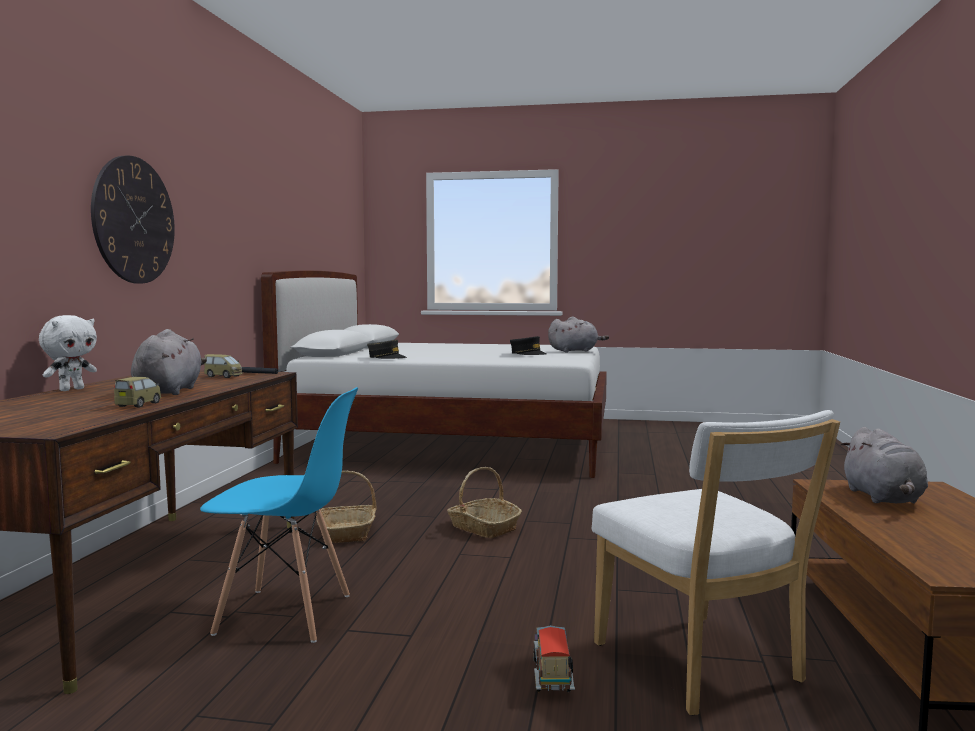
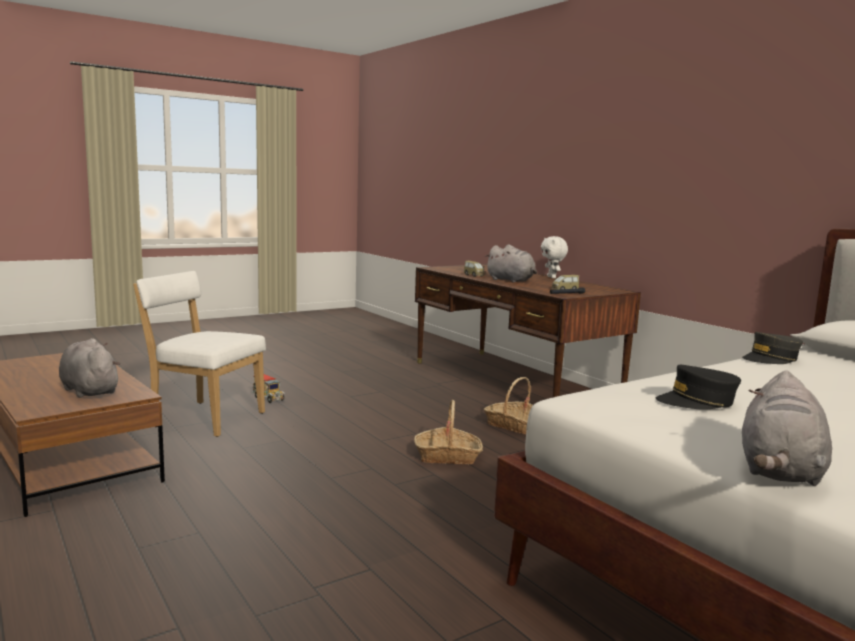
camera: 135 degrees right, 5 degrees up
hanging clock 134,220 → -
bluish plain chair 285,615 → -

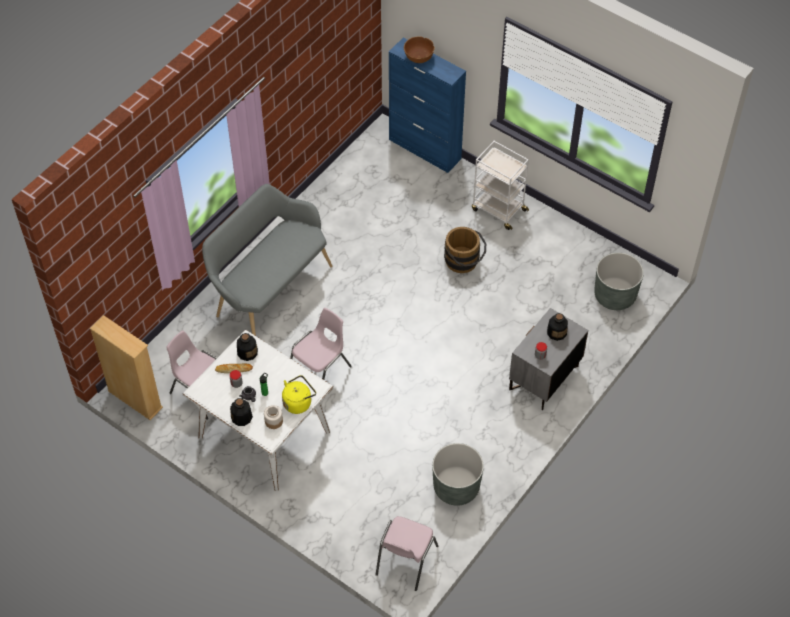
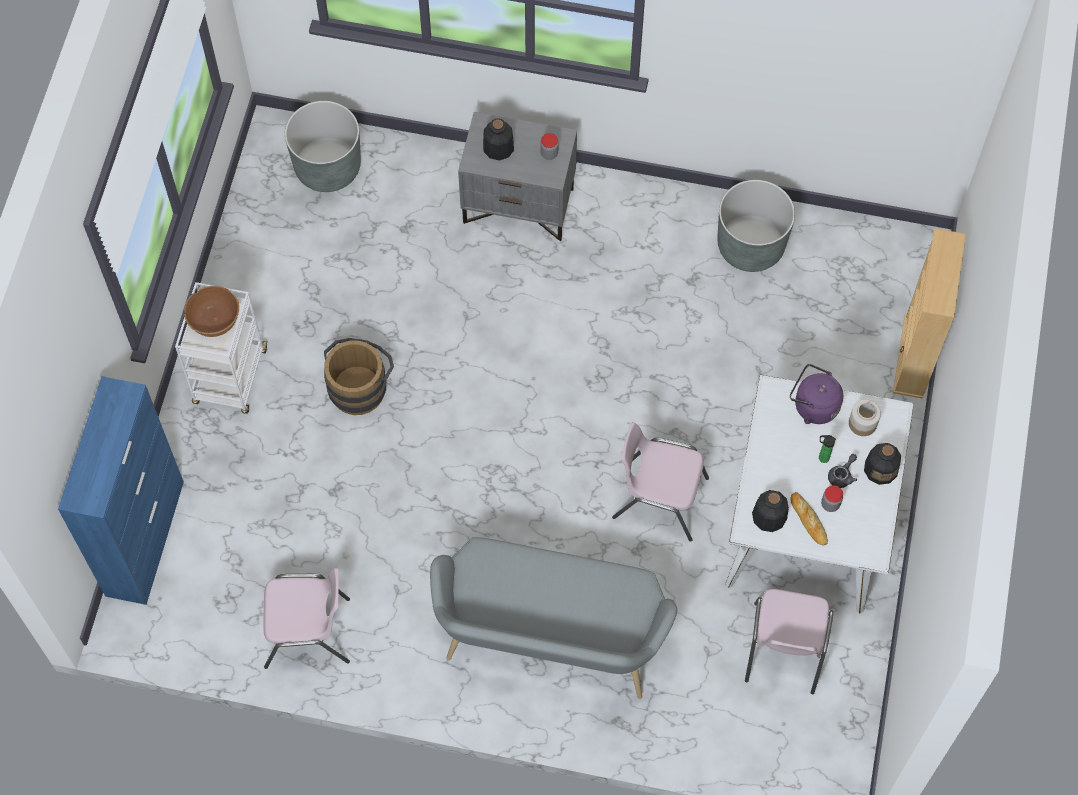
camera: 115 degrees left, 10 degrees up
brown bowl 418,57 → brown bowl 214,321, move
pink-coloured plain chair 405,561 → pink-coloured plain chair 309,632, move
yellow-coloured kettle 298,402 → purple-coloured kettle 813,405
beige shelving unit 135,399 → beige shelving unit 914,356, move

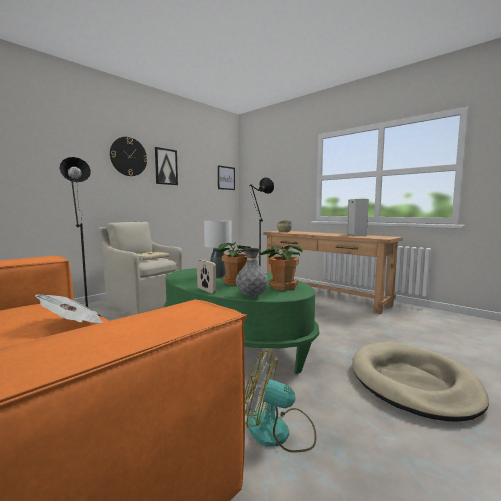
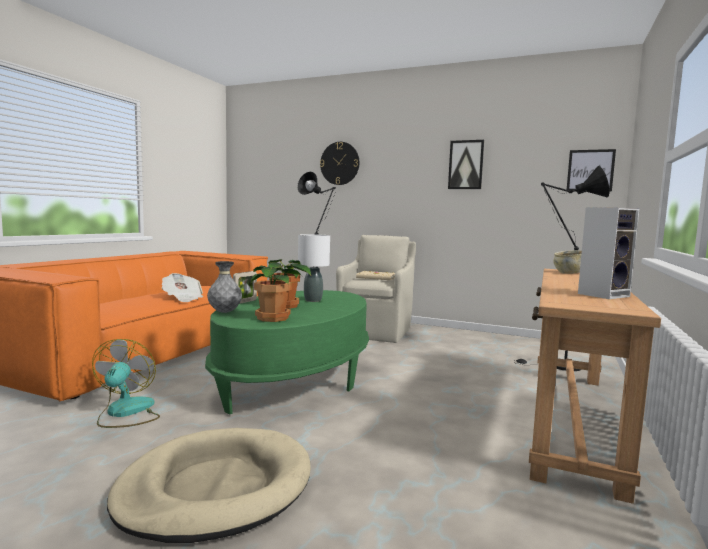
camera: 70 degrees right, 0 degrees up
hanging clock 128,156 → hanging clock 339,163, move

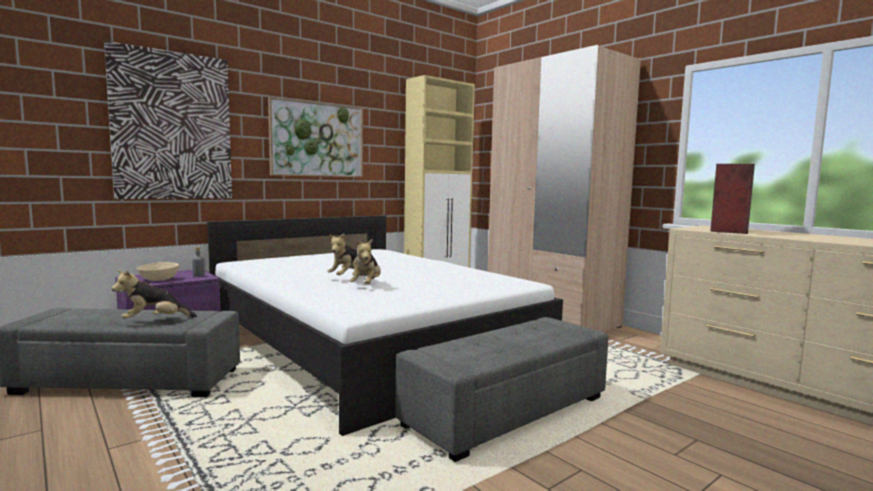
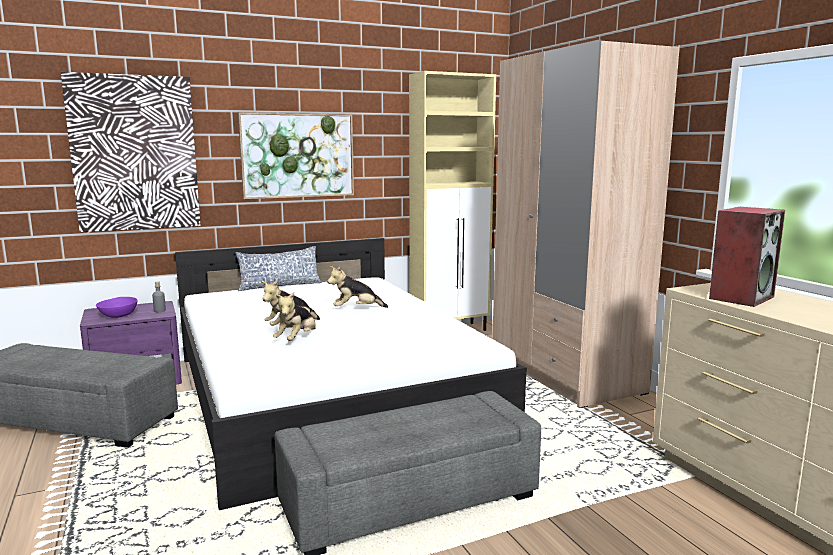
camera: 15 degrees right, 5 degrees up
beige bowl 159,279 → purple-coloured bowl 118,315
- → throw pillow 279,285
plush toy 154,321 → plush toy 356,309, move

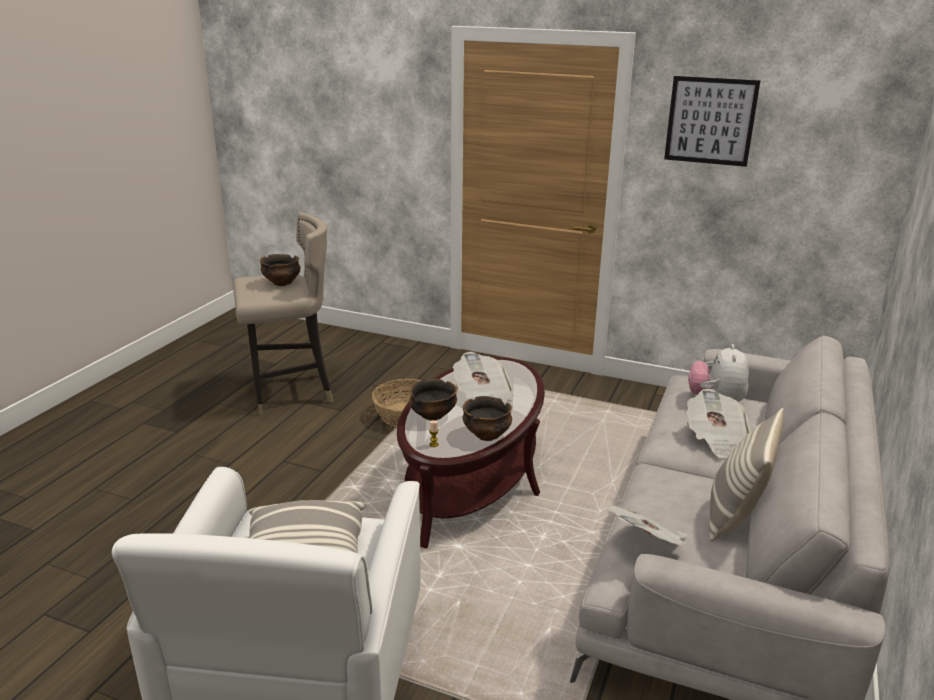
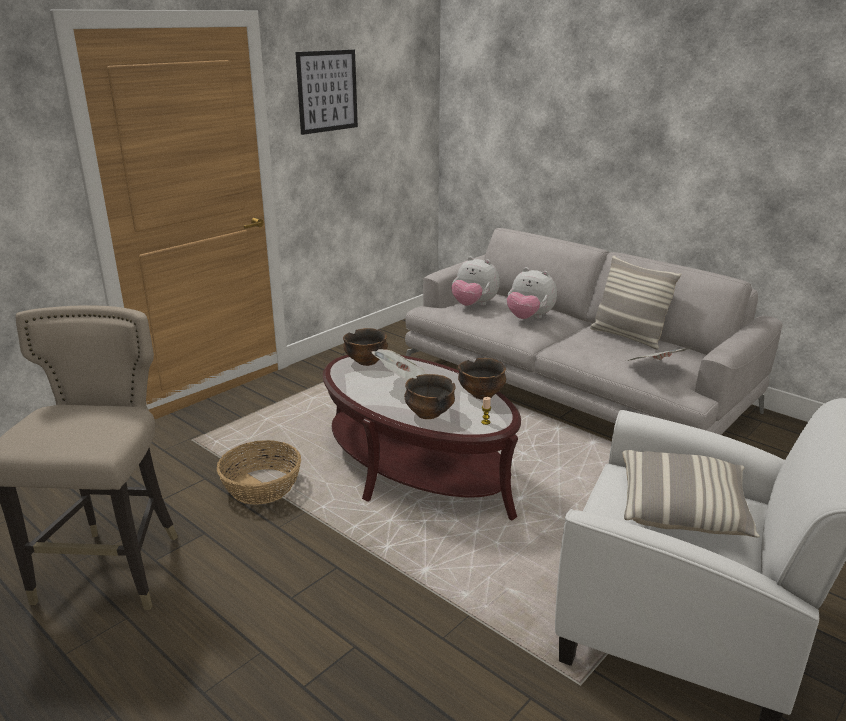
camera: 70 degrees left, 0 degrees up
bowl 282,283 → bowl 366,362, move
newspaper 716,439 → plush toy 529,318

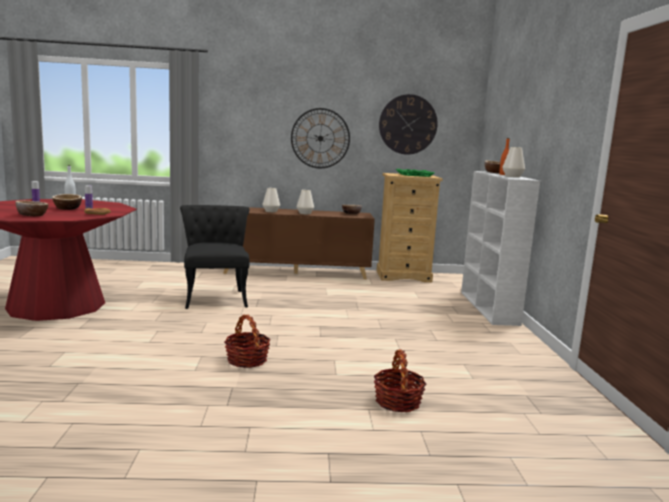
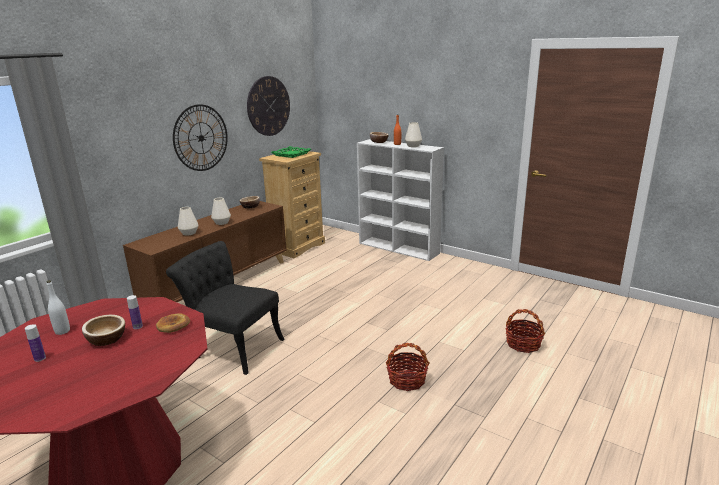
camera: 50 degrees left, 10 degrees up
bowl 32,215 → -

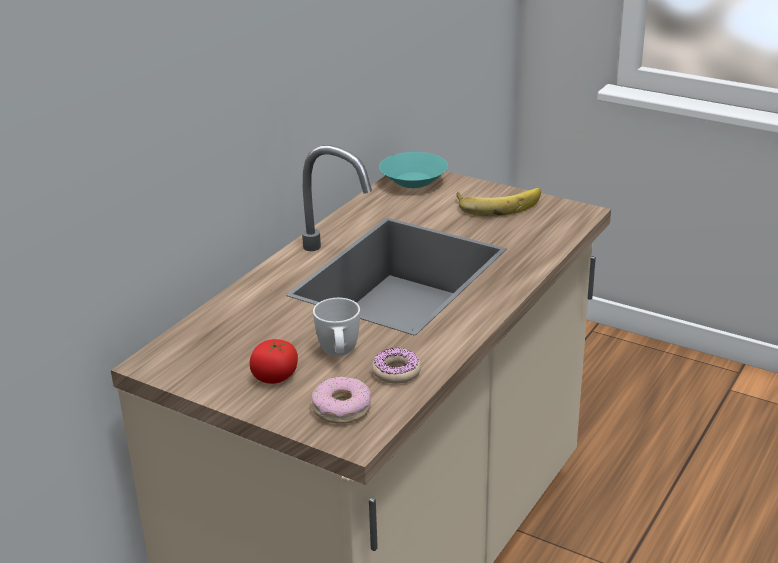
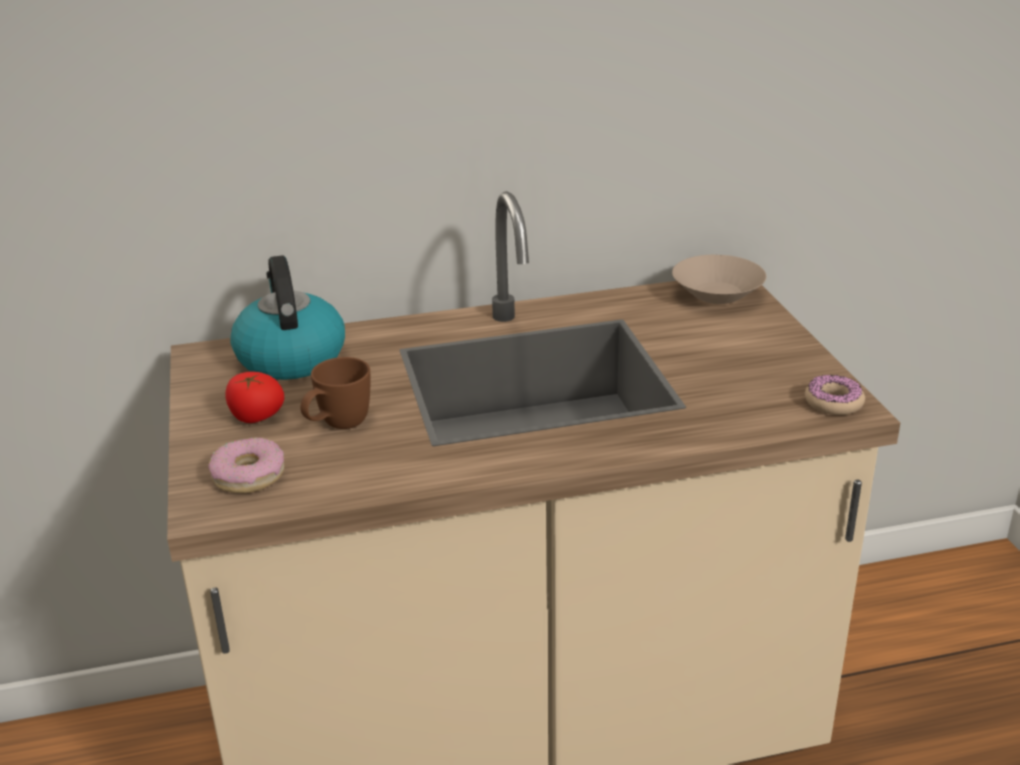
camera: 45 degrees right, 0 degrees up
- → kettle 290,357
white-coloured mug 339,354 → brown mug 337,426
turquoise bowl 413,182 → beige bowl 718,295
donut 396,372 → donut 833,402, move
banana 498,204 → -

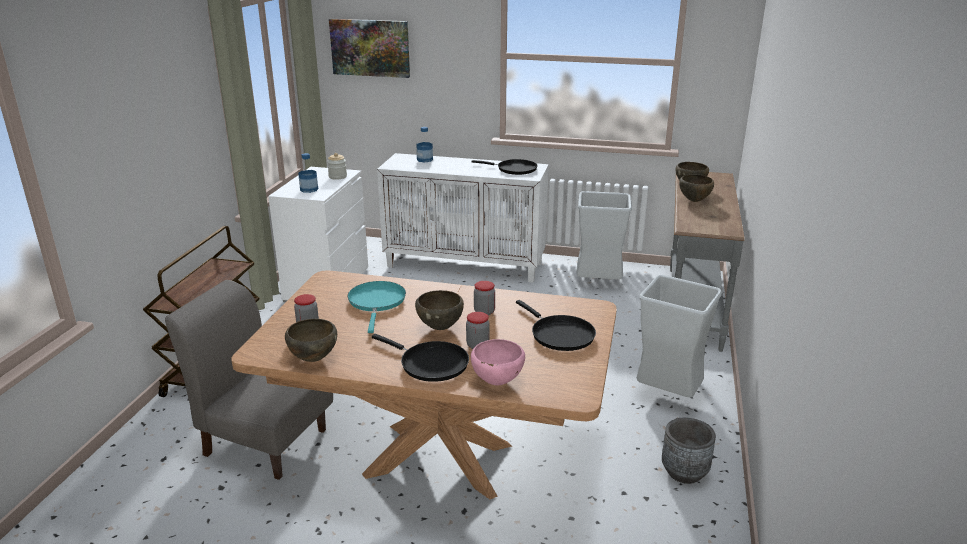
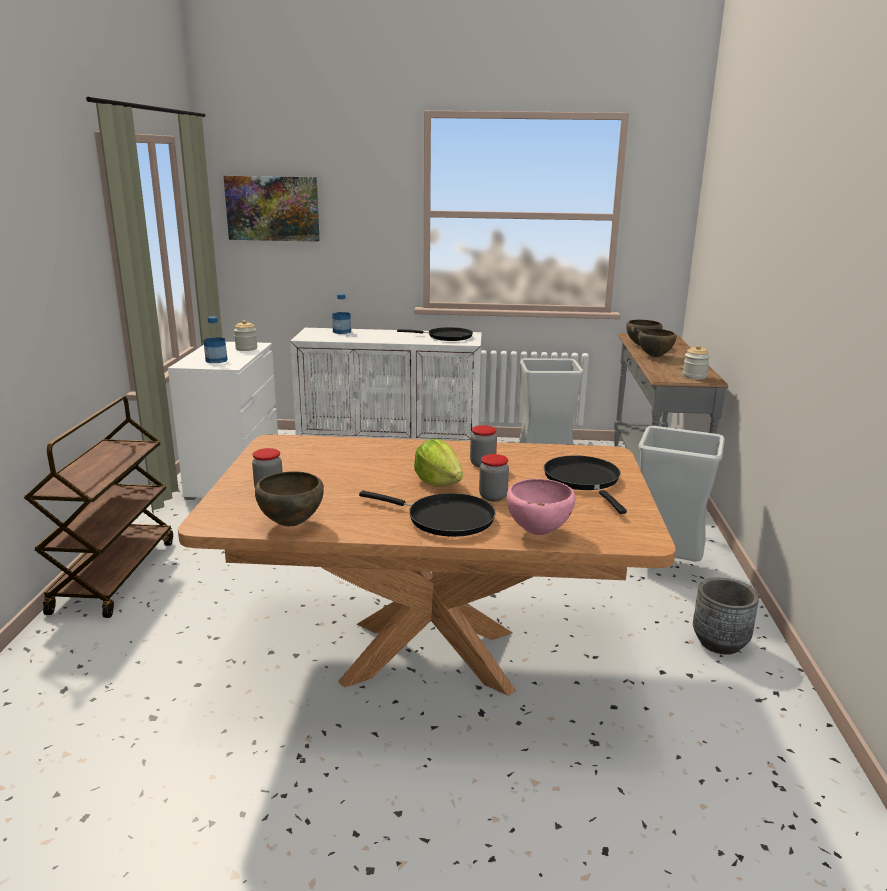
camera: 10 degrees left, 5 degrees down
brown bowl 440,328 → lettuce 438,482
black-coloured frying pan 559,334 → black-coloured frying pan 584,480, 150 degrees counterclockwise
- → preserve jar 694,376
greyish plain chair 265,441 → -
turquoise frying pan 377,302 → -

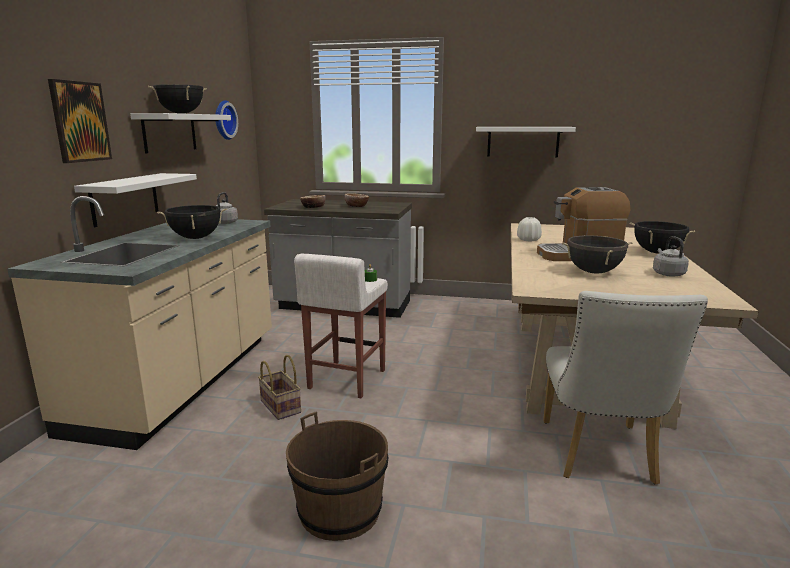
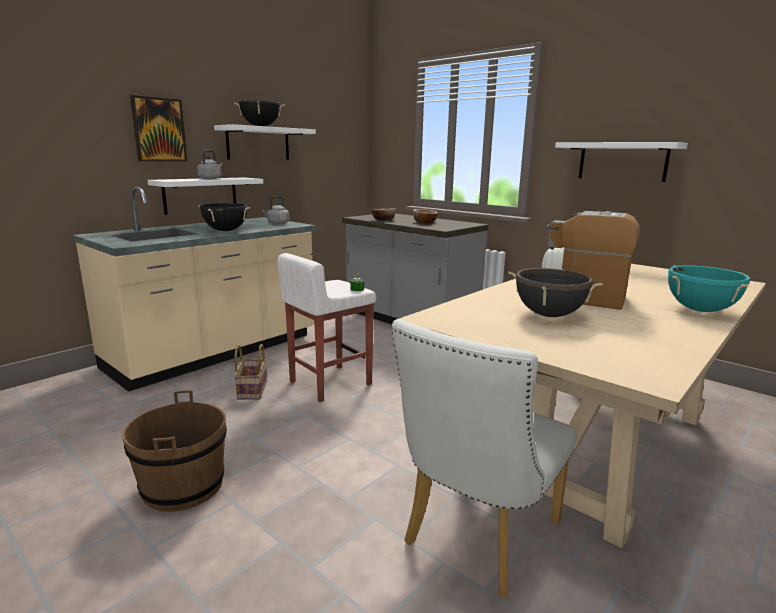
camera: 30 degrees right, 0 degrees up
greyish kettle 667,274 → greyish kettle 211,179, move
black-coloured saucepot 657,252 → turquoise saucepot 700,310
hanging clock 223,120 → -

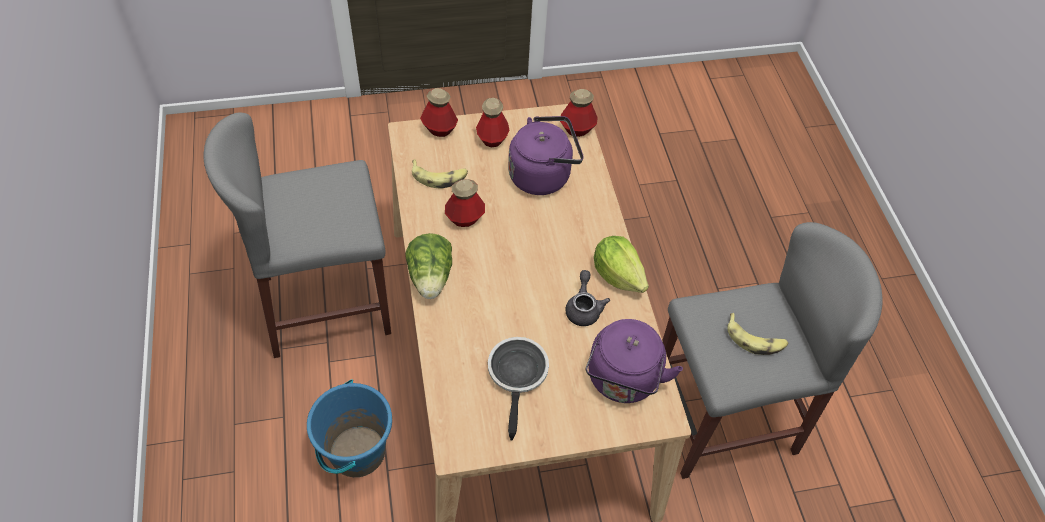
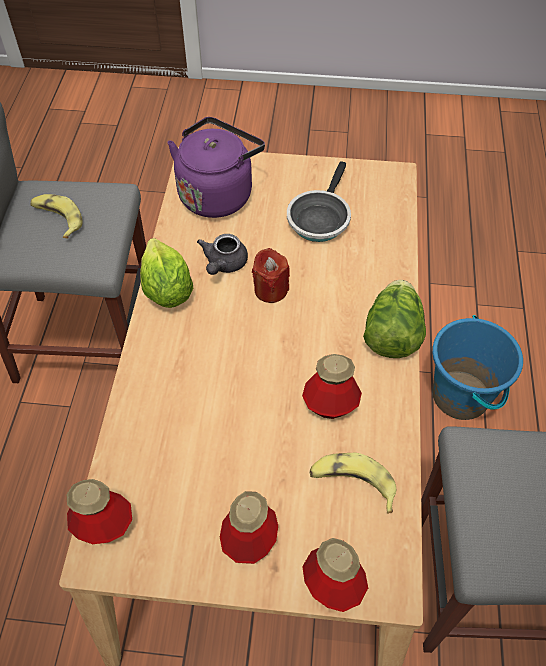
camera: 160 degrees left, 0 degrees up
- → reddish wax candle 270,290
purple-coloured kettle 543,175 → -

